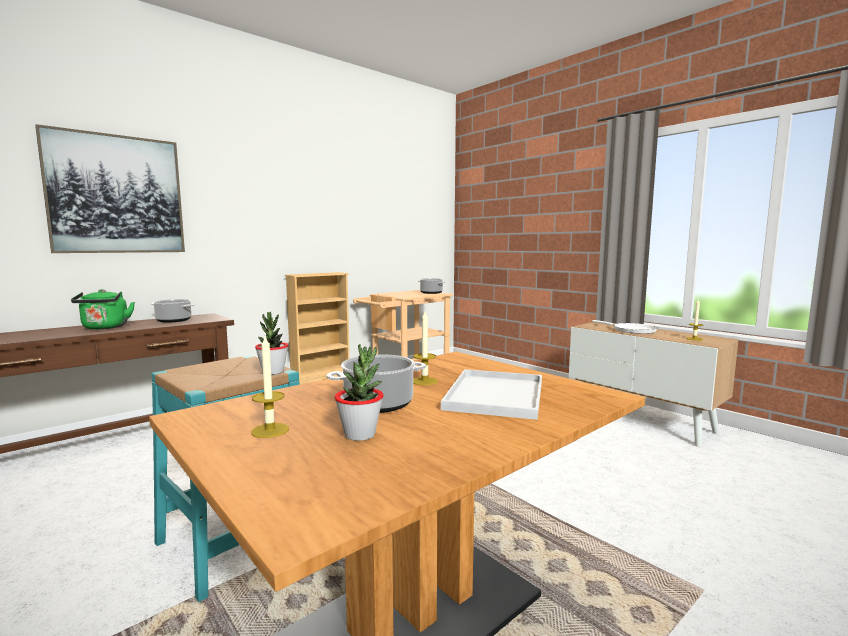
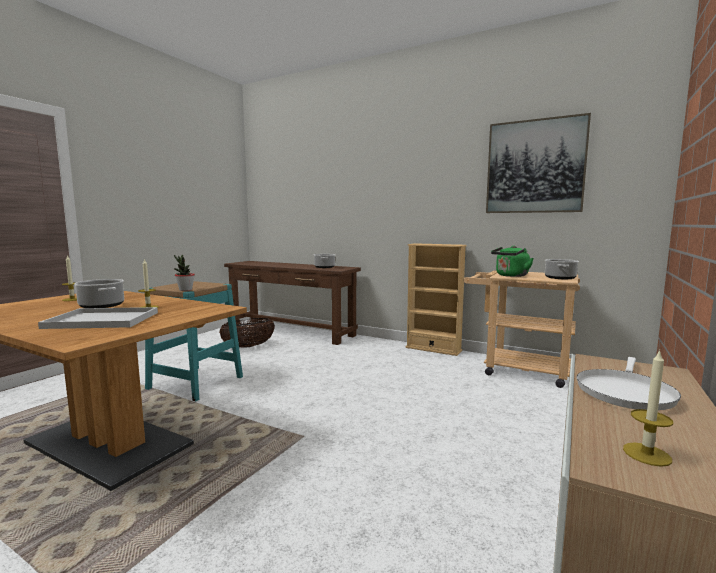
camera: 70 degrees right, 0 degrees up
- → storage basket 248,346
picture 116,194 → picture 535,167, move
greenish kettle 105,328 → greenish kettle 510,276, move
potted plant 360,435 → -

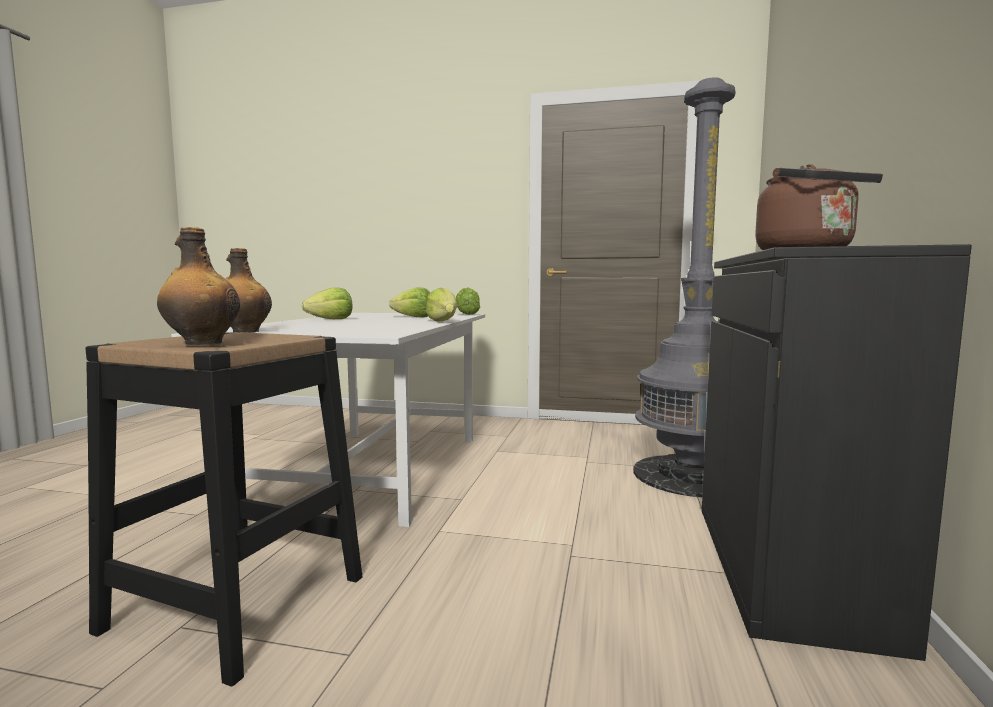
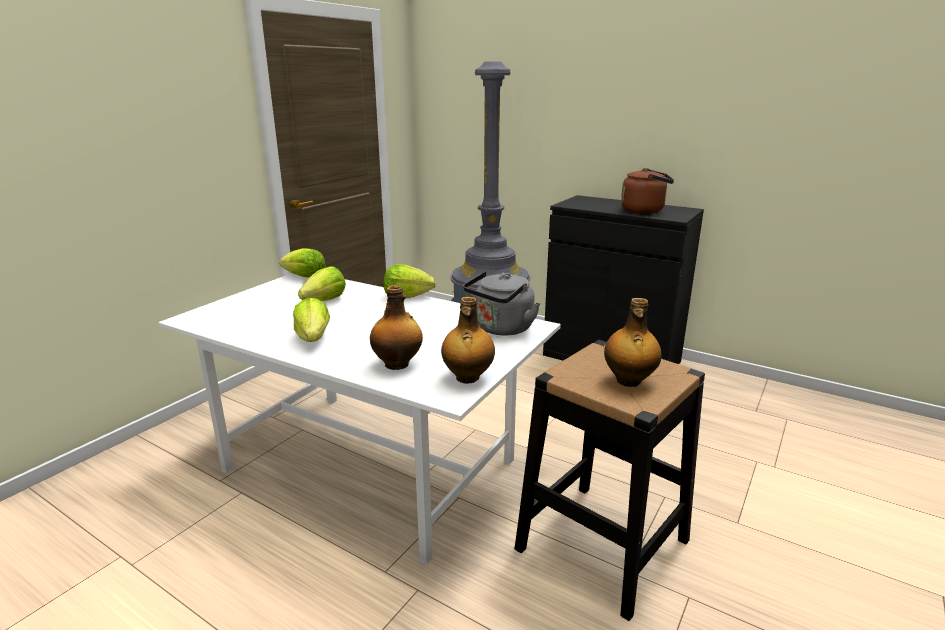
camera: 70 degrees left, 15 degrees up
- → beverage bottle 398,364
- → greyish kettle 501,329

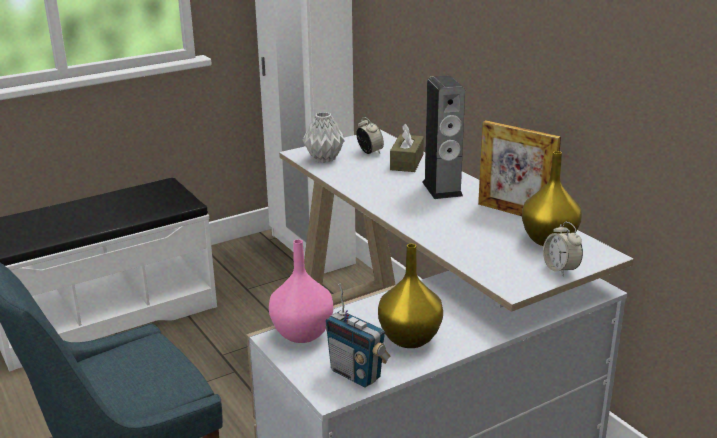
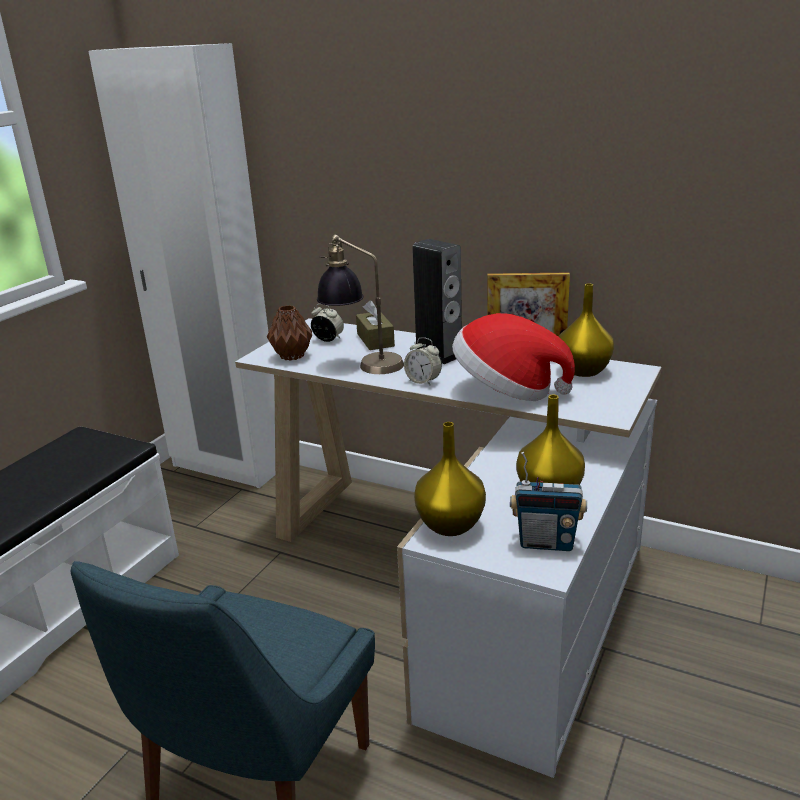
camera: 30 degrees left, 0 degrees up
greyish vase 324,159 → brown vase 292,356
- → table lamp 363,364
table clock 560,269 → table clock 423,381, move
pink-coloured vase 301,334 → yellow-coloured vase 449,526
- → hat 507,390

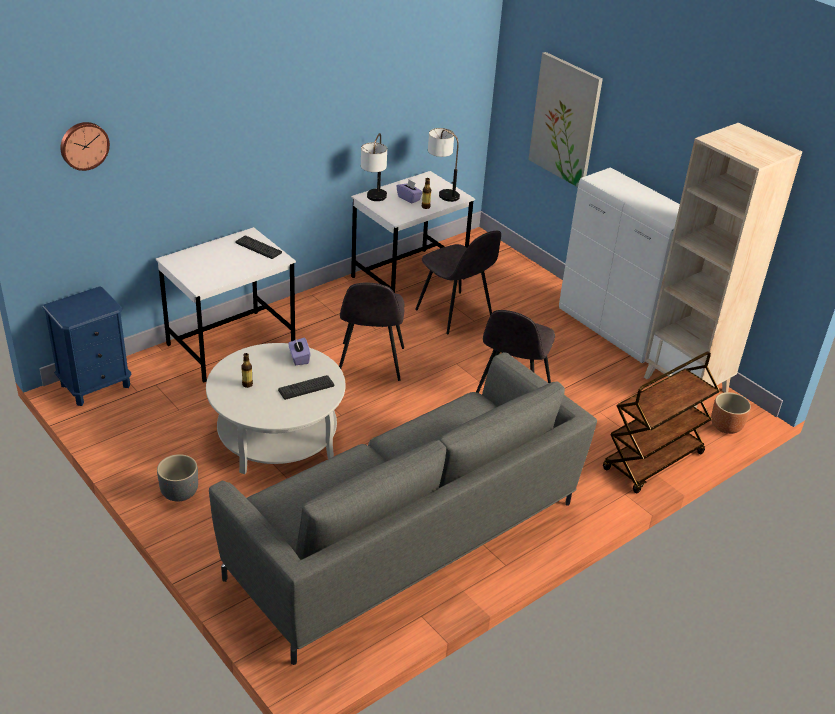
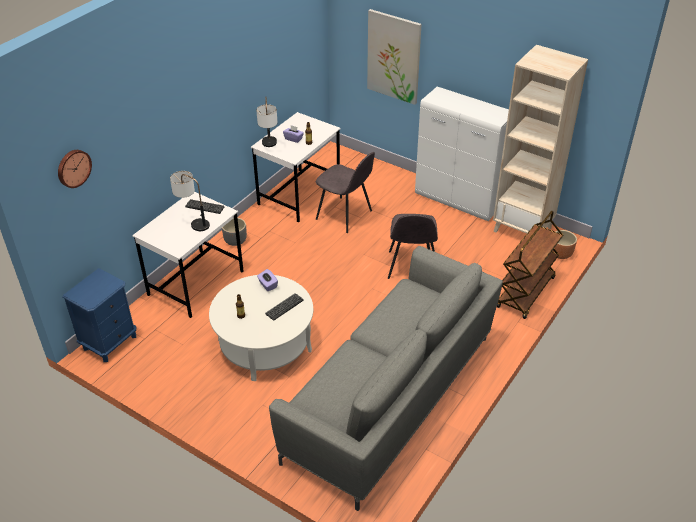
camera: 15 degrees left, 5 degrees up
table lamp 442,192 → table lamp 193,222, move
greyish flower pot 180,492 → greyish flower pot 235,241, move
greyish plain chair 370,363 → -

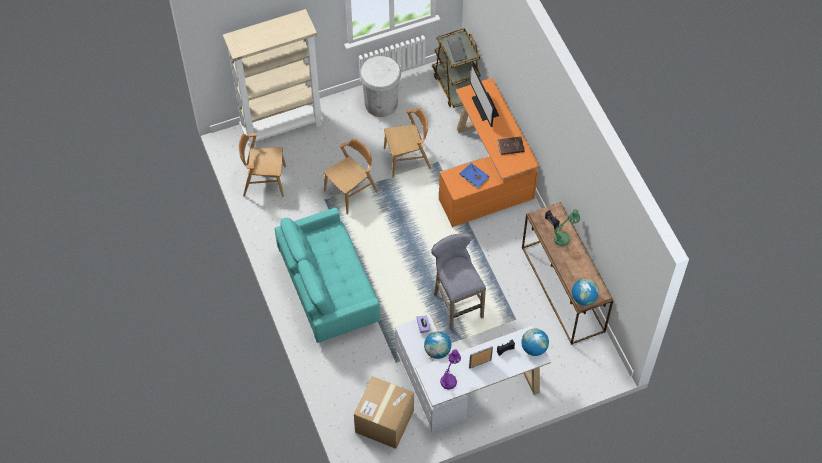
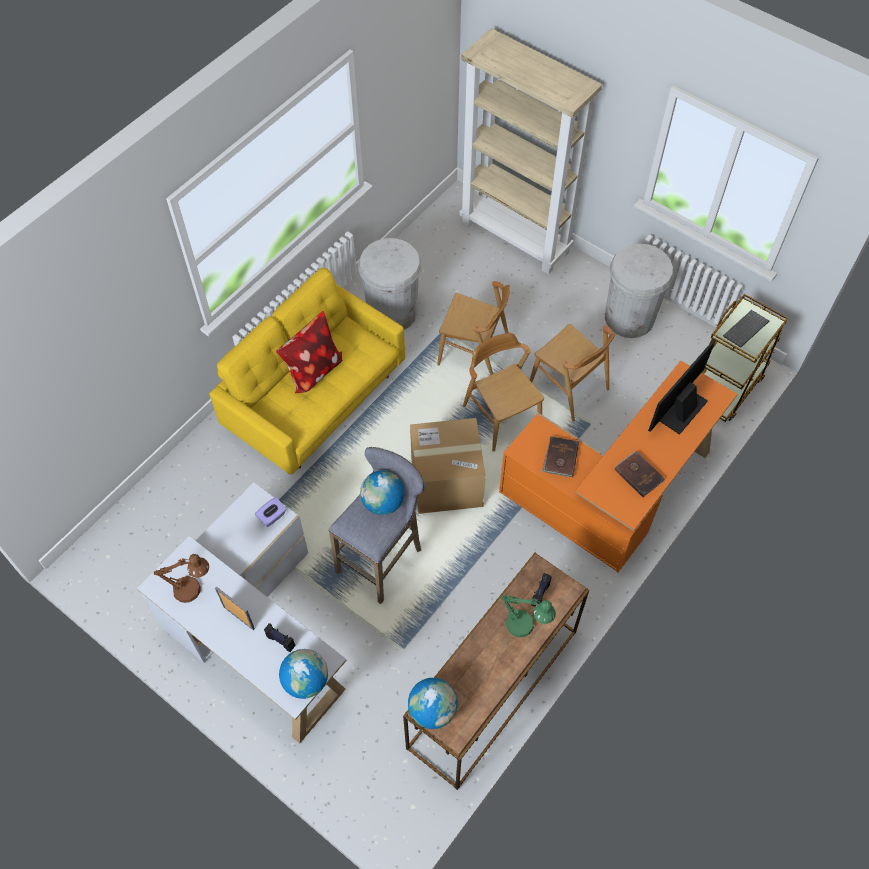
camera: 60 degrees right, 0 degrees up
purple-coloured table lamp 450,378 → brown table lamp 193,589
turquoise sofa 328,288 → yellow-coloured sofa 316,399
- → throw pillow 313,370
- → white-coloured rubbish bin 392,312
world globe 437,351 → world globe 383,503, move
carton 384,421 → carton 446,482, move
brown plain chair 264,181 → brown plain chair 502,416, move
bluish book 474,176 → brown book 560,458

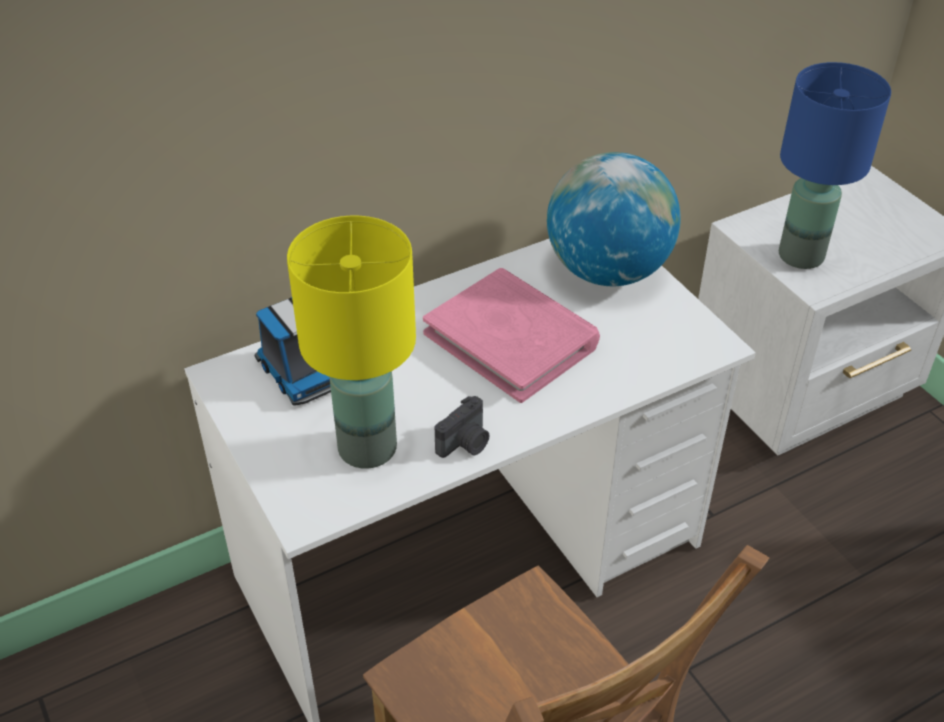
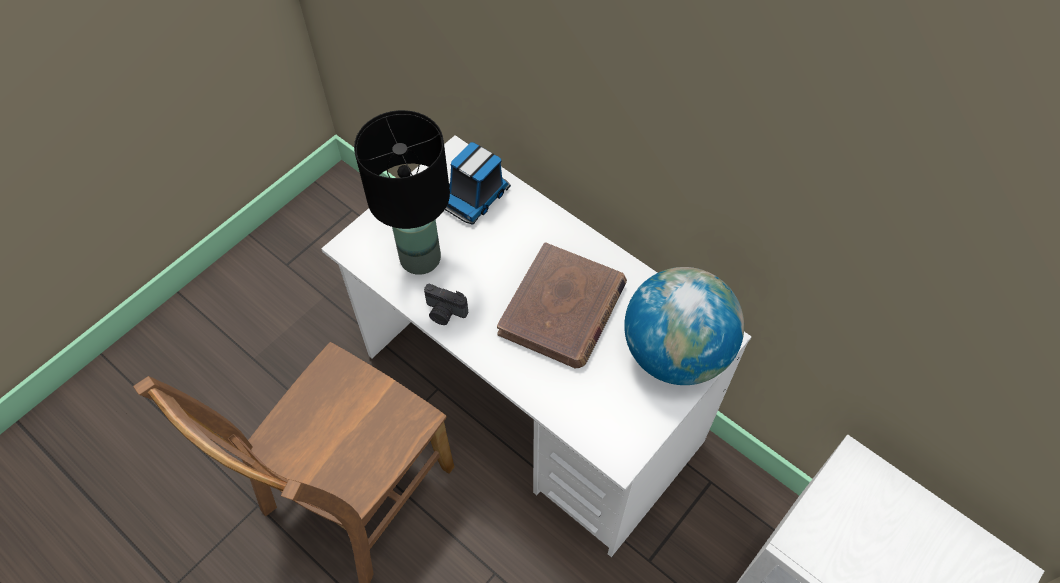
camera: 70 degrees right, 15 degrees up
yellow-coloured table lamp 368,449 → black-coloured table lamp 419,259
pink-coloured book 511,339 → brown book 562,309
bluish table lamp 802,255 → -

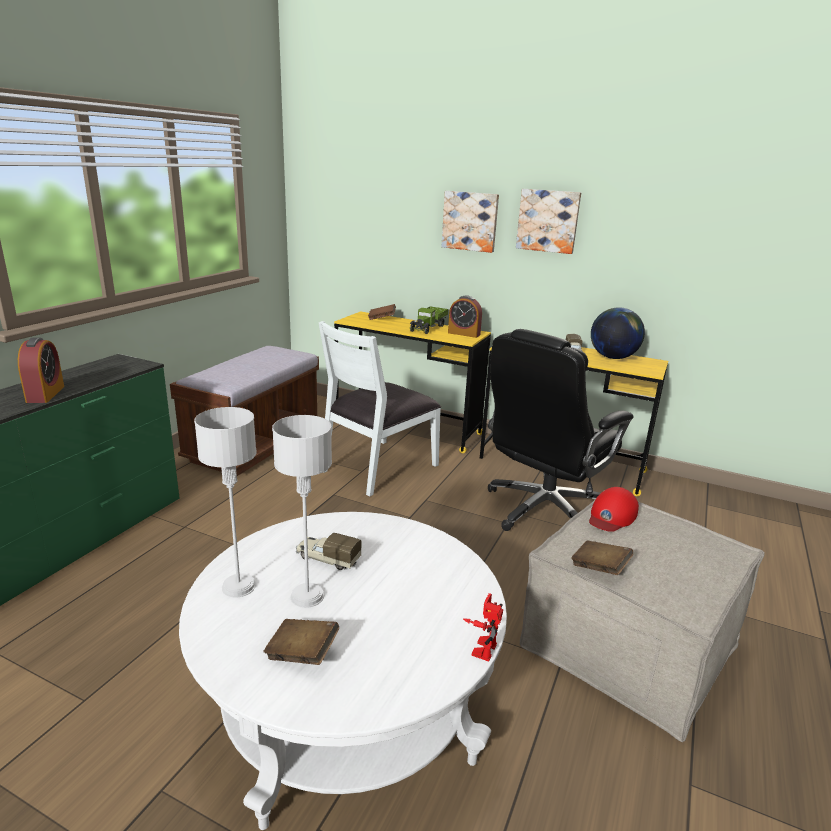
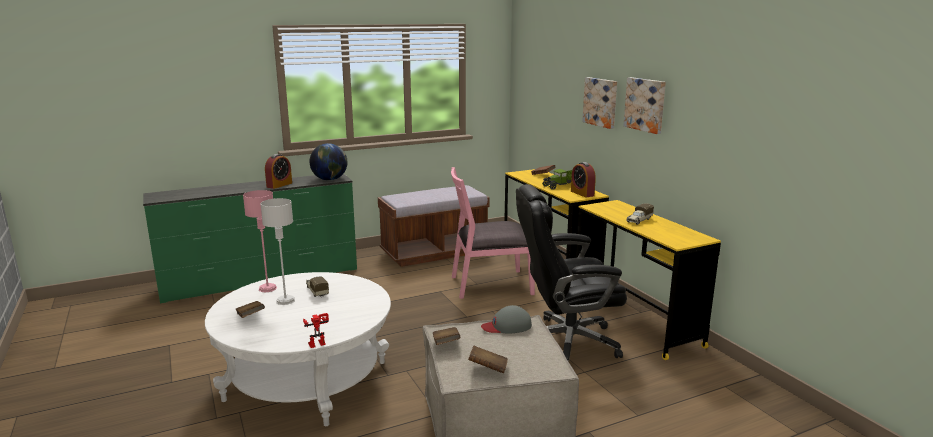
camera: 40 degrees right, 5 degrees down
greyish table lamp 239,587 → pink-coloured table lamp 267,288
world globe 612,357 → world globe 330,179, move
white-coloured plain chair 378,467 → pink-coloured plain chair 490,285
- → brown book 488,368
reddish peaked cap 611,515 → greyish peaked cap 507,326

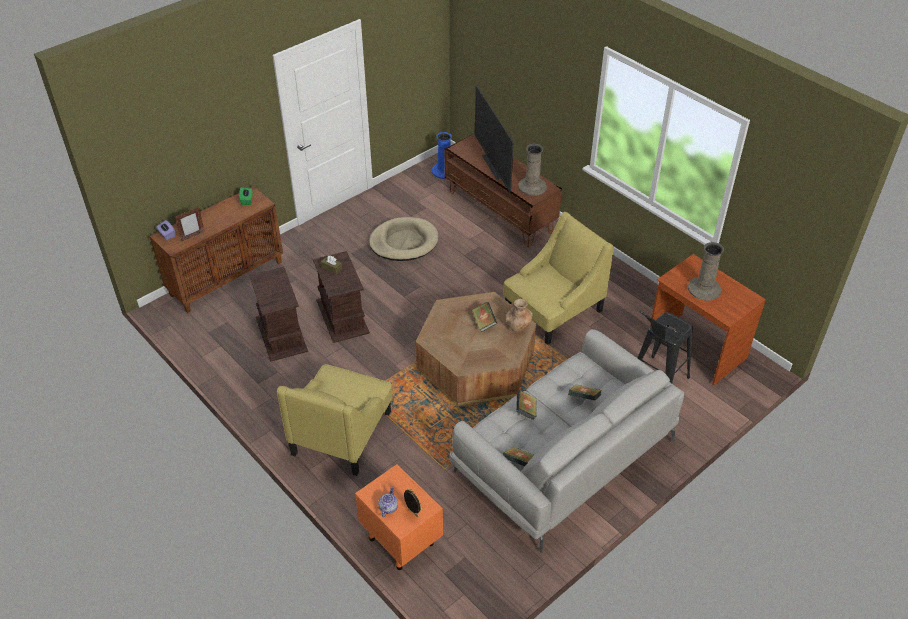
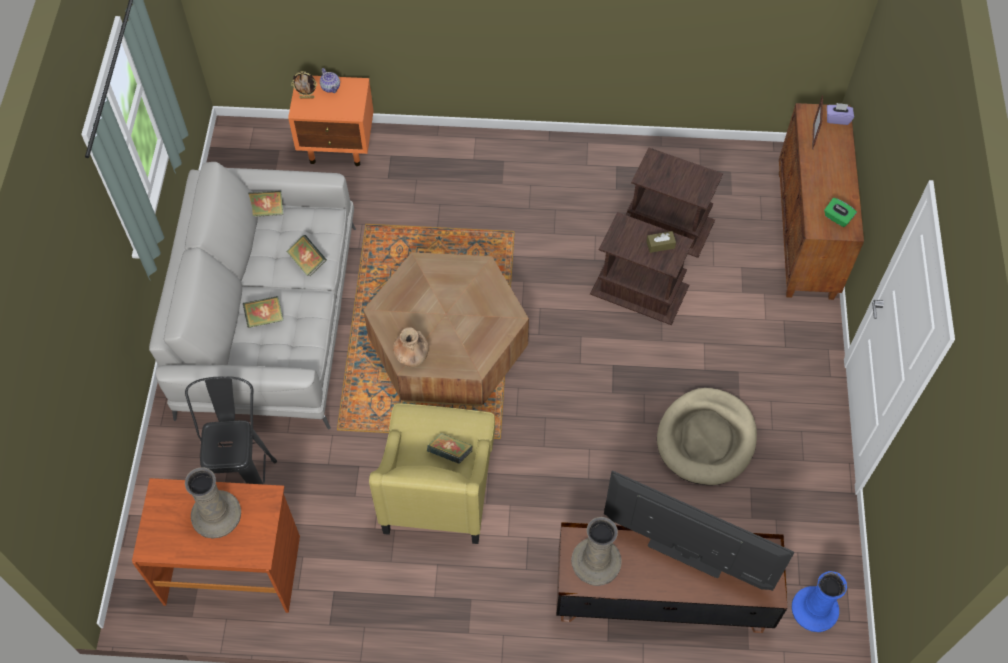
camera: 135 degrees right, 15 degrees up
book 484,323 → book 450,453, move
yellow-coloured lounge chair 342,433 → -

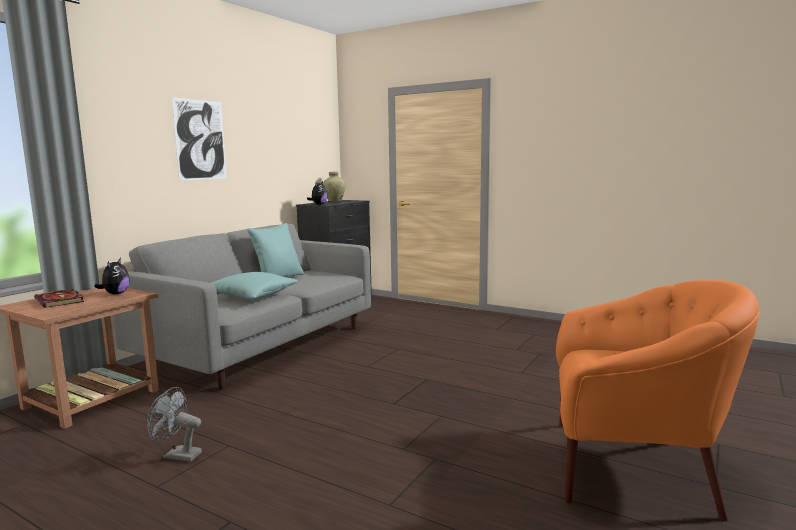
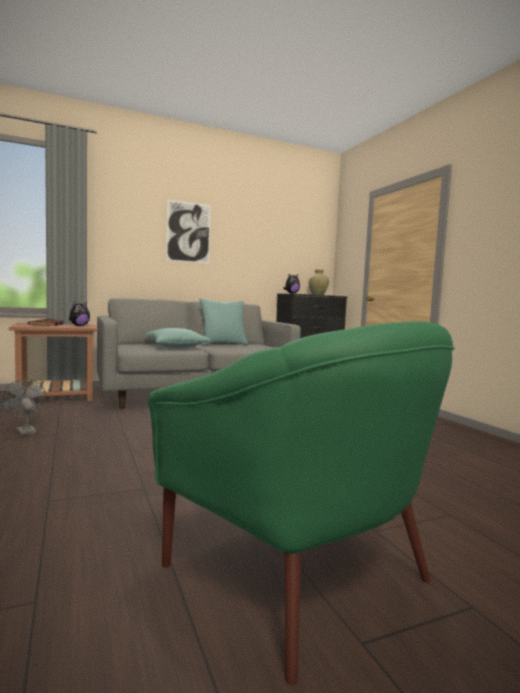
camera: 35 degrees right, 5 degrees down
orange lounge chair 632,466 → greenish lounge chair 299,572

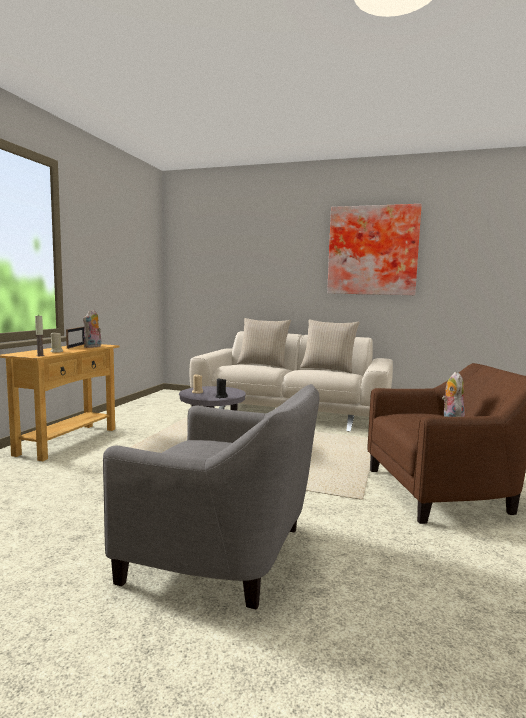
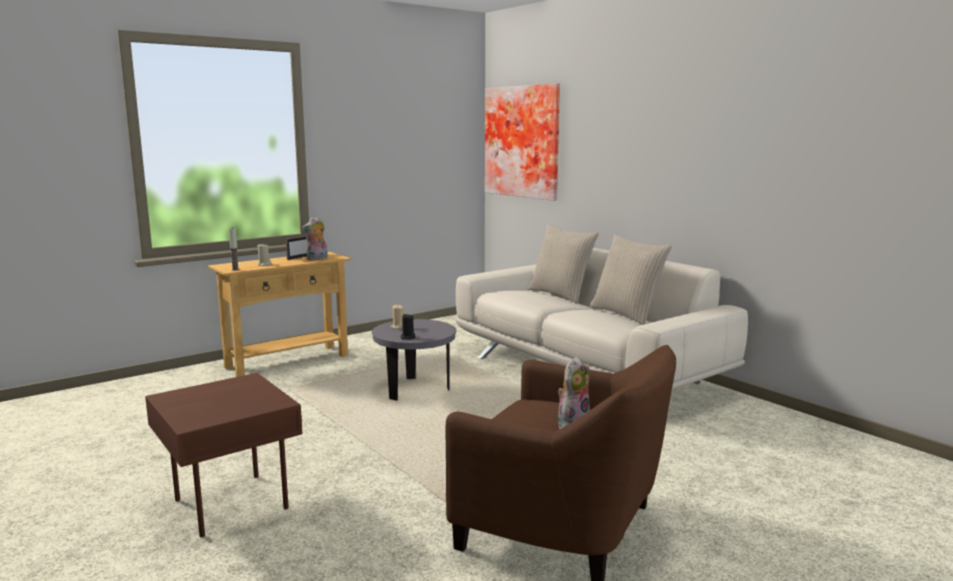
camera: 35 degrees right, 5 degrees up
greyish lounge chair 223,552 → brown side table 229,506
picture 372,251 → picture 524,141, move

